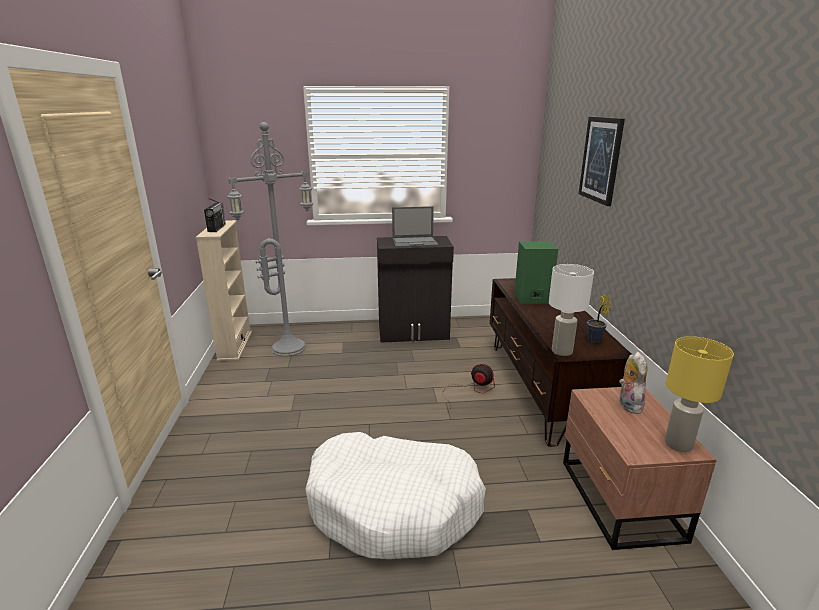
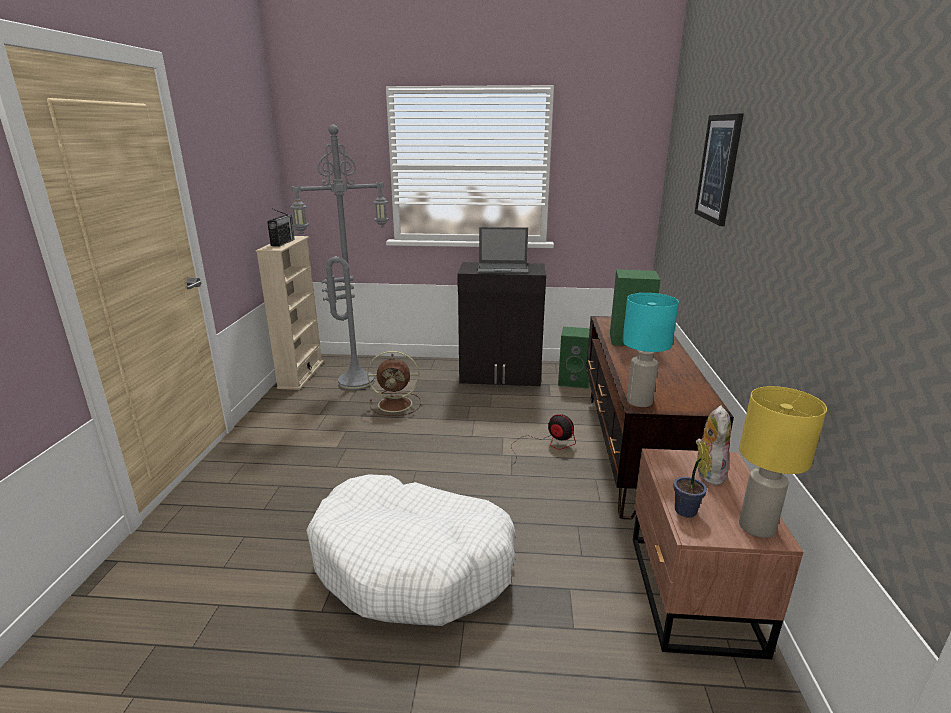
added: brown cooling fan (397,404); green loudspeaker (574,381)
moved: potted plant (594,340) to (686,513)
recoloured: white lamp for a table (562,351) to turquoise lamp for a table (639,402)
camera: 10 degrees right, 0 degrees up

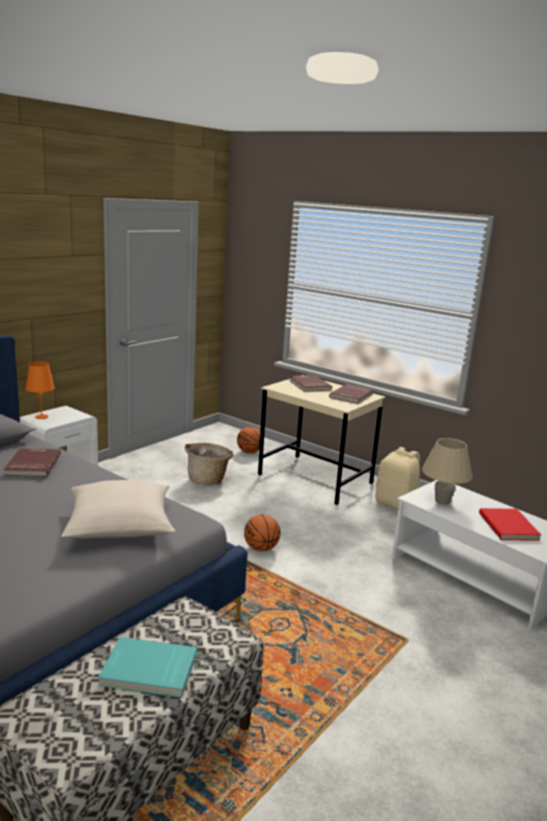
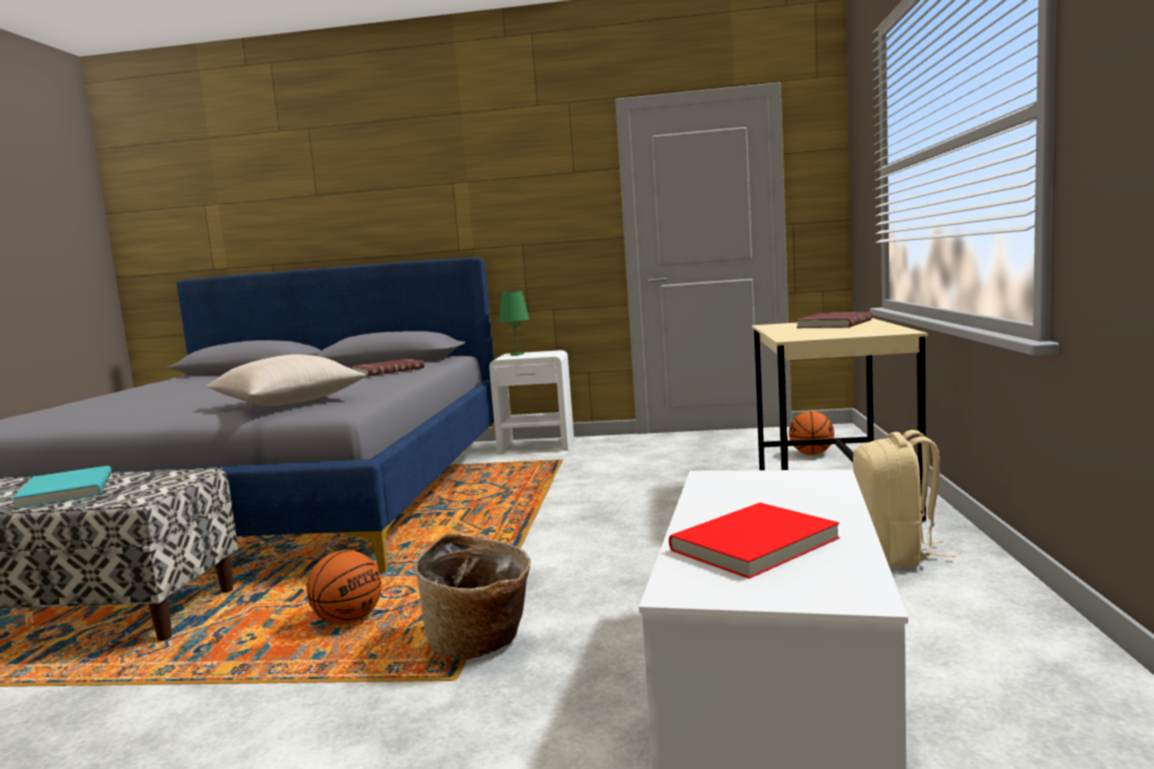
removed: reddish bound book (352,396); beige lamp for a table (442,501)
moved: household basket (208,479) to (481,642); ball for basketball (261,548) to (348,620)
recoloured: orange lamp for a table (41,417) to green lamp for a table (517,354)
camera: 60 degrees right, 10 degrees down

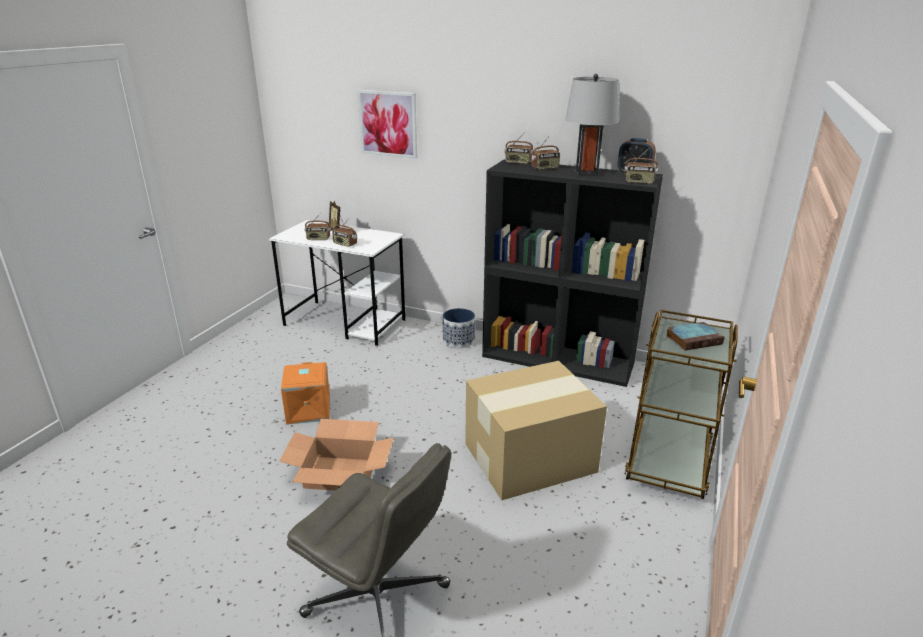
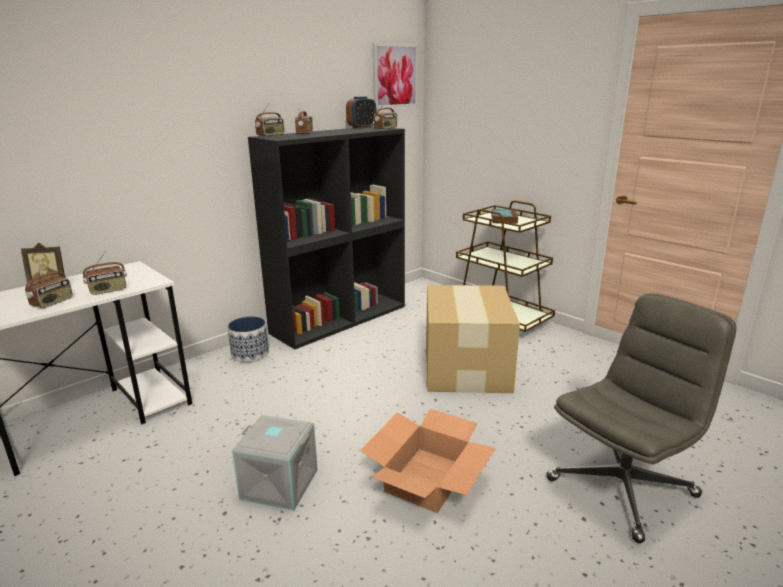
removed: greyish lamp for a table (586,173)
moved: picture (388,124) to (395,76)
recoloured: orange storage container (307,410) to greyish storage container (278,485)
camera: 65 degrees left, 5 degrees down

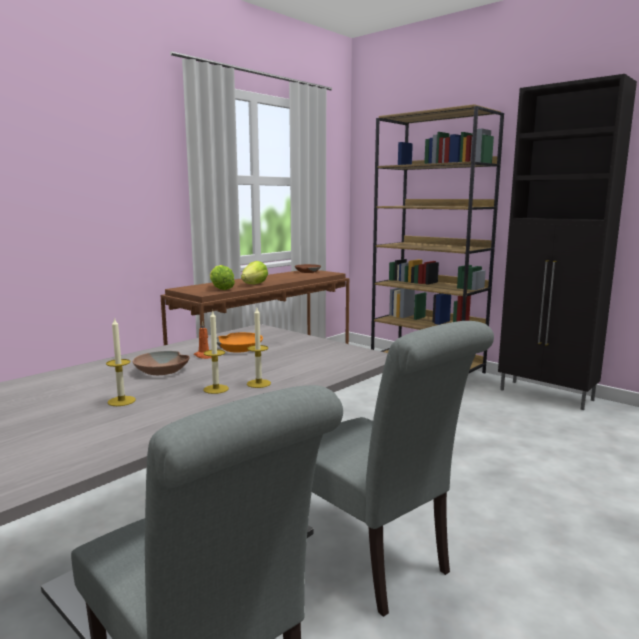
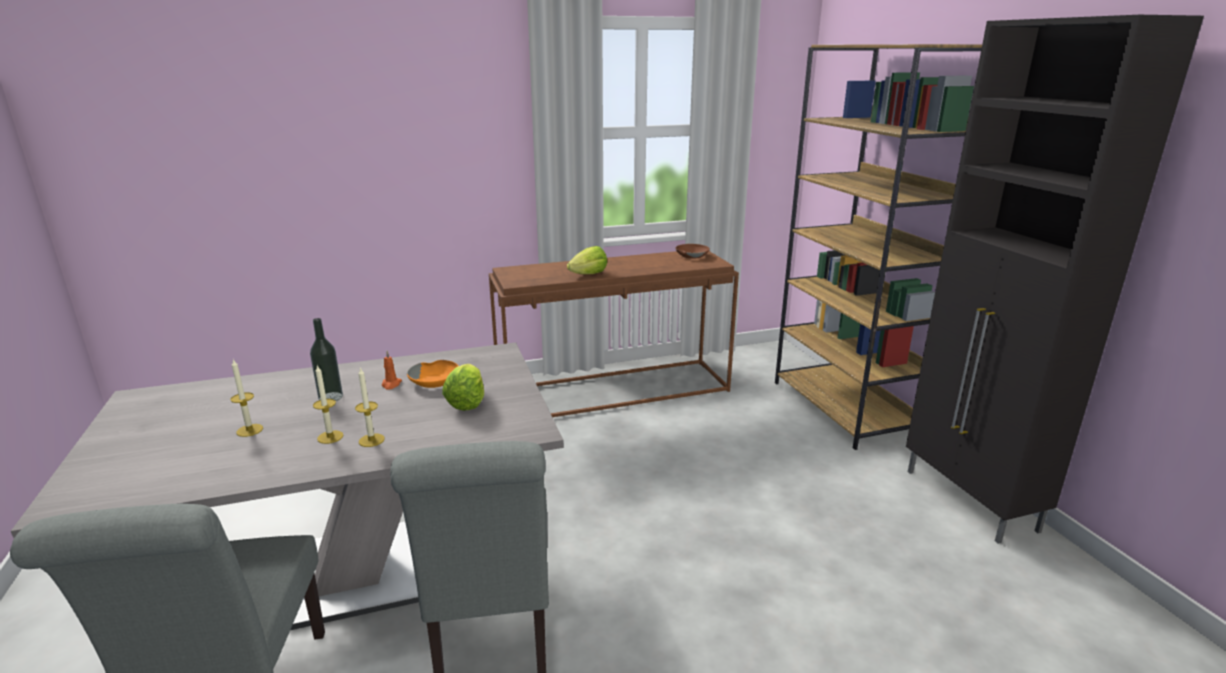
moved: lettuce head (220,289) to (467,402)
replaced: brown deep dish (162,371) to beverage bottle (330,397)
camera: 30 degrees right, 10 degrees up

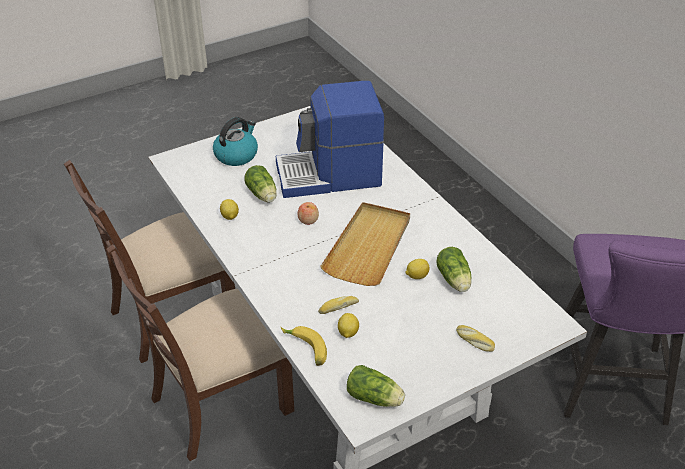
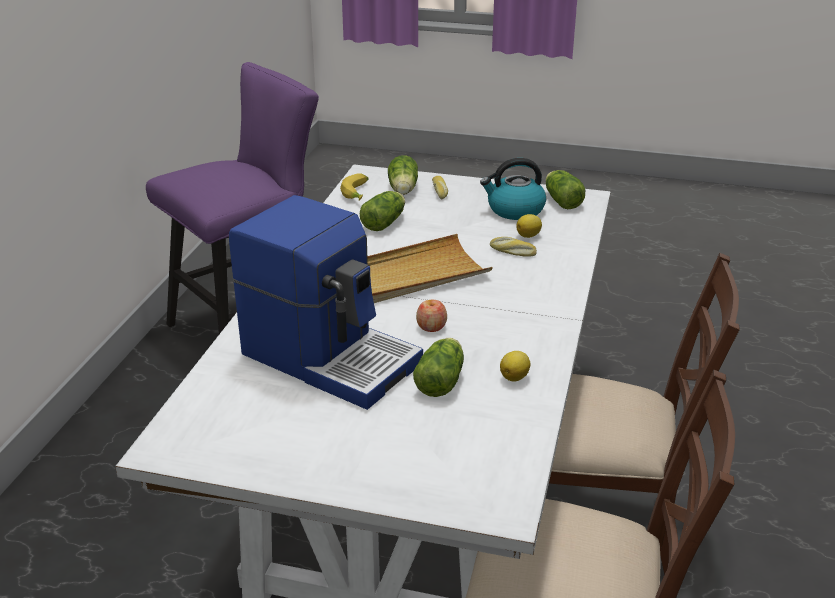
removed: whole lemon (416,276)
added: lettuce head (403,190)
moved: tea kettle (236,155) to (514,210); whole banana (305,349) to (358,194)
camera: 135 degrees left, 10 degrees down

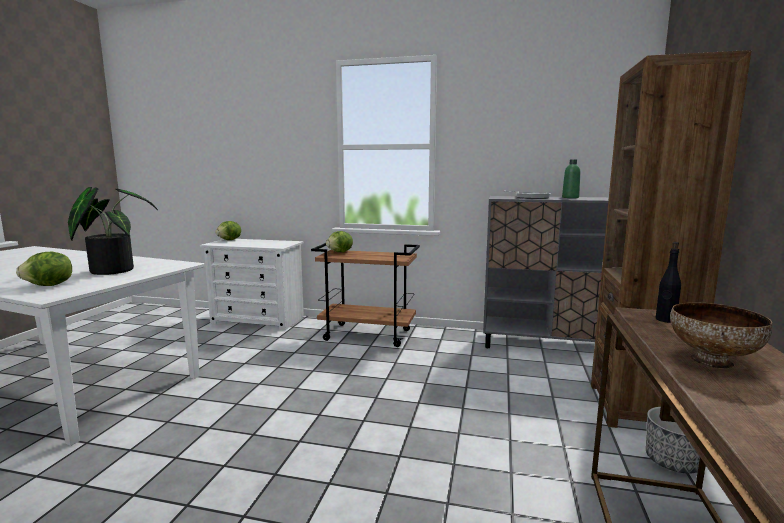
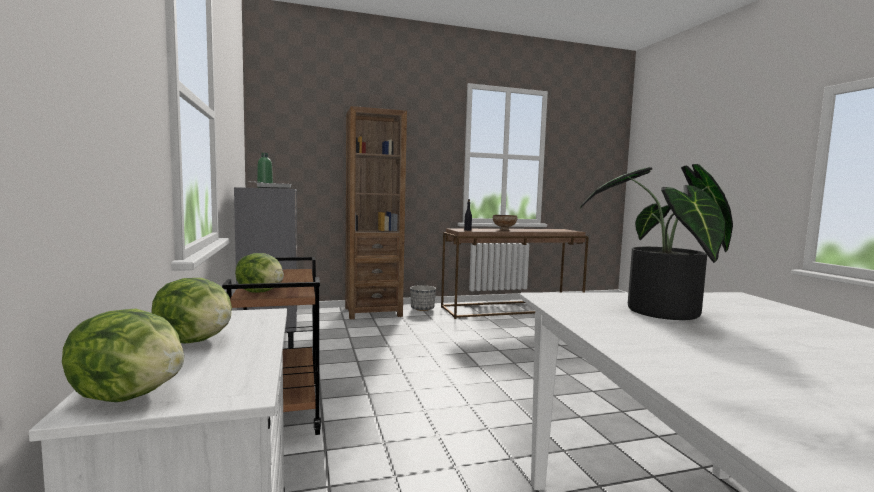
moved: lettuce head (49,286) to (196,340)
camera: 120 degrees left, 5 degrees down

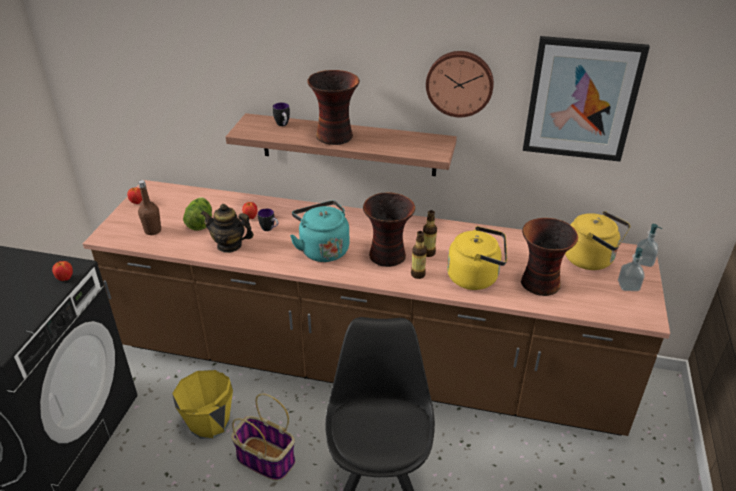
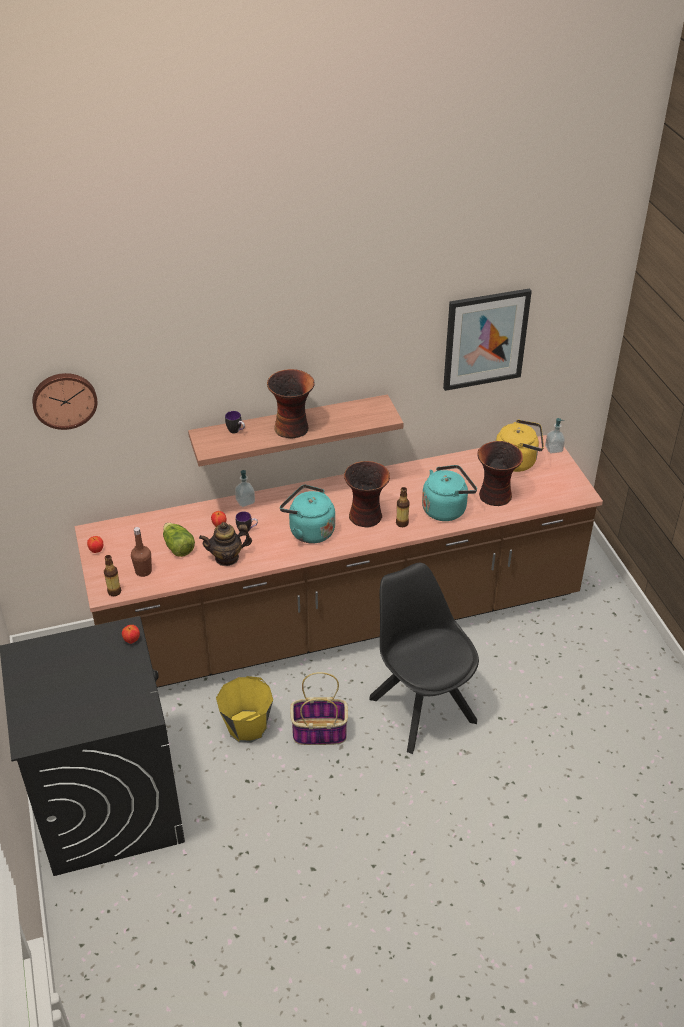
moved: beverage bottle (428,253) to (114,591); wall clock (460,83) to (64,399); soap bottle (628,286) to (245,501)
recoloured: yellowish tea kettle (476,277) to turquoise tea kettle (446,508)
camera: 30 degrees left, 5 degrees up

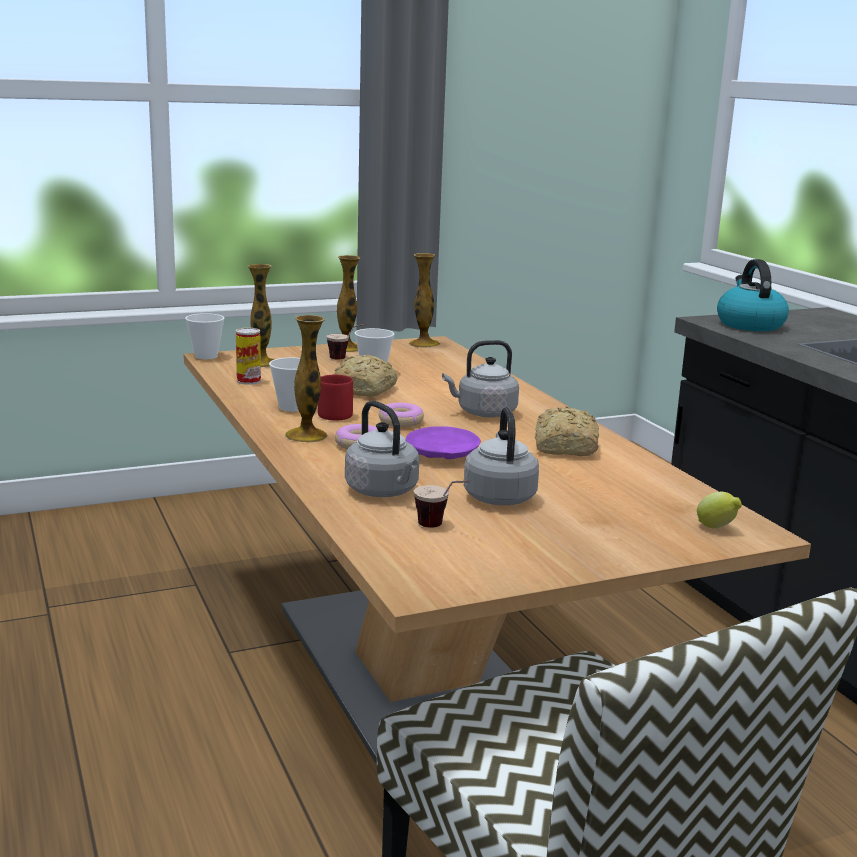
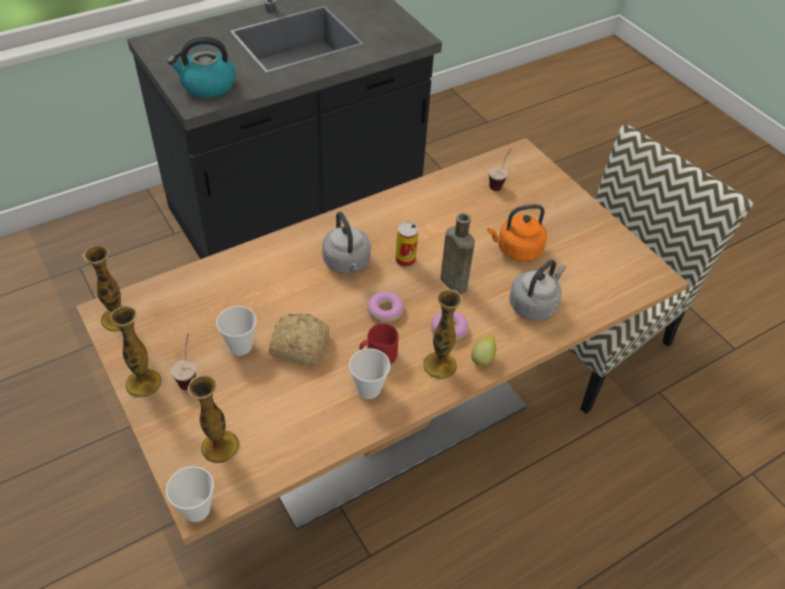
removed: bakery bread (565,448)
moved: metal can (248,381) to (405,260); cup (441,527) to (499,182); whole lemon (717,528) to (482,358)
replaced: purple dinner plate (442,454) to brown beverage bottle (452,281)
recoloured: greyish tea kettle (499,496) to orange tea kettle (516,250)
camera: 100 degrees left, 30 degrees up

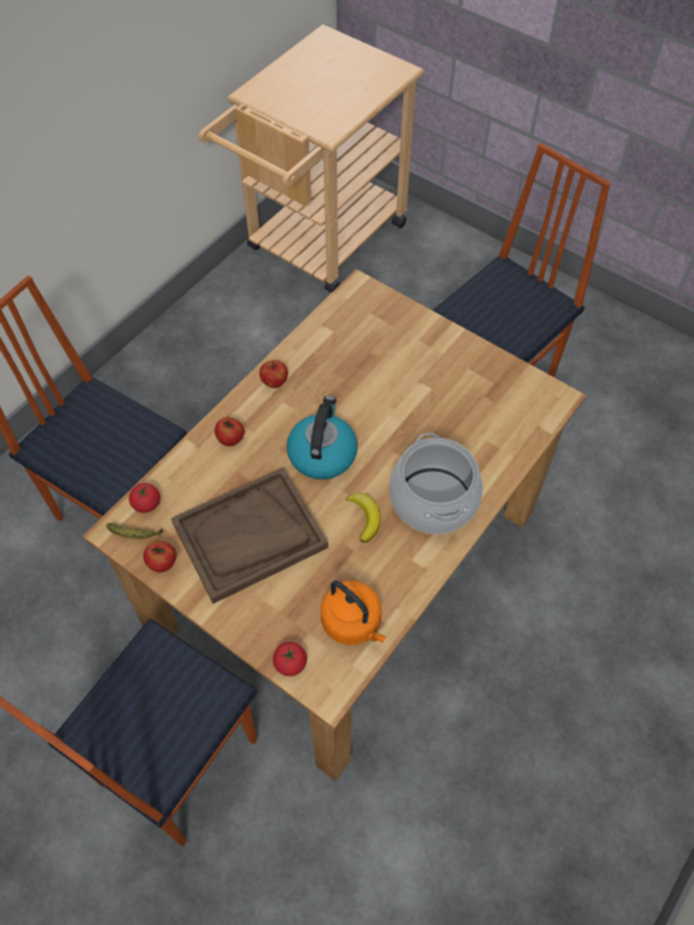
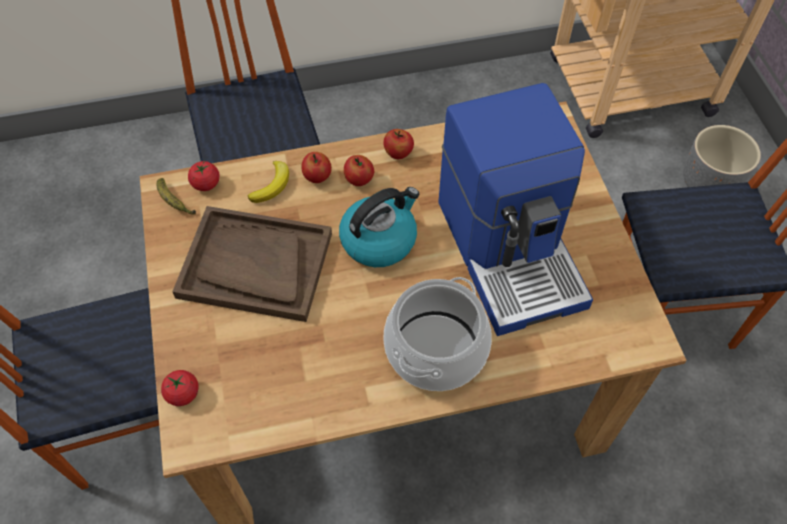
removed: orange tea kettle (353,623)
added: coffee brewer (511,250); greyish flower pot (709,184)
moved: apple fruit (162,563) to (359,180); whole banana (364,517) to (272,185)
camera: 40 degrees right, 0 degrees up

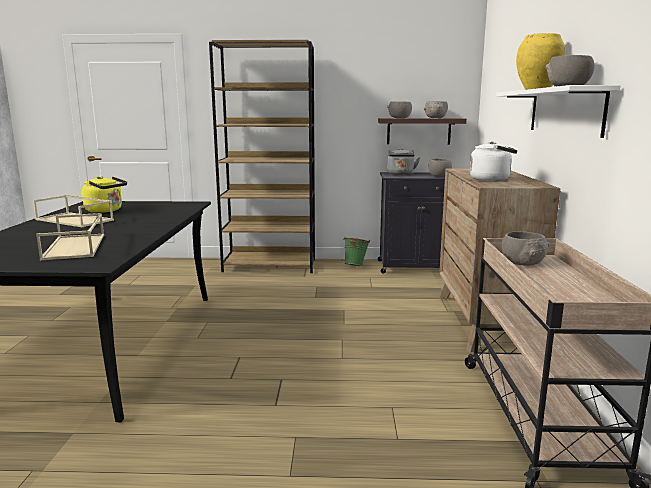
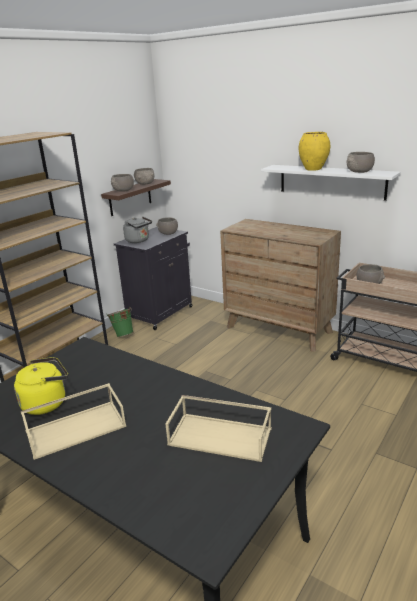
removed: white tea kettle (492,179)
camera: 55 degrees left, 10 degrees up

